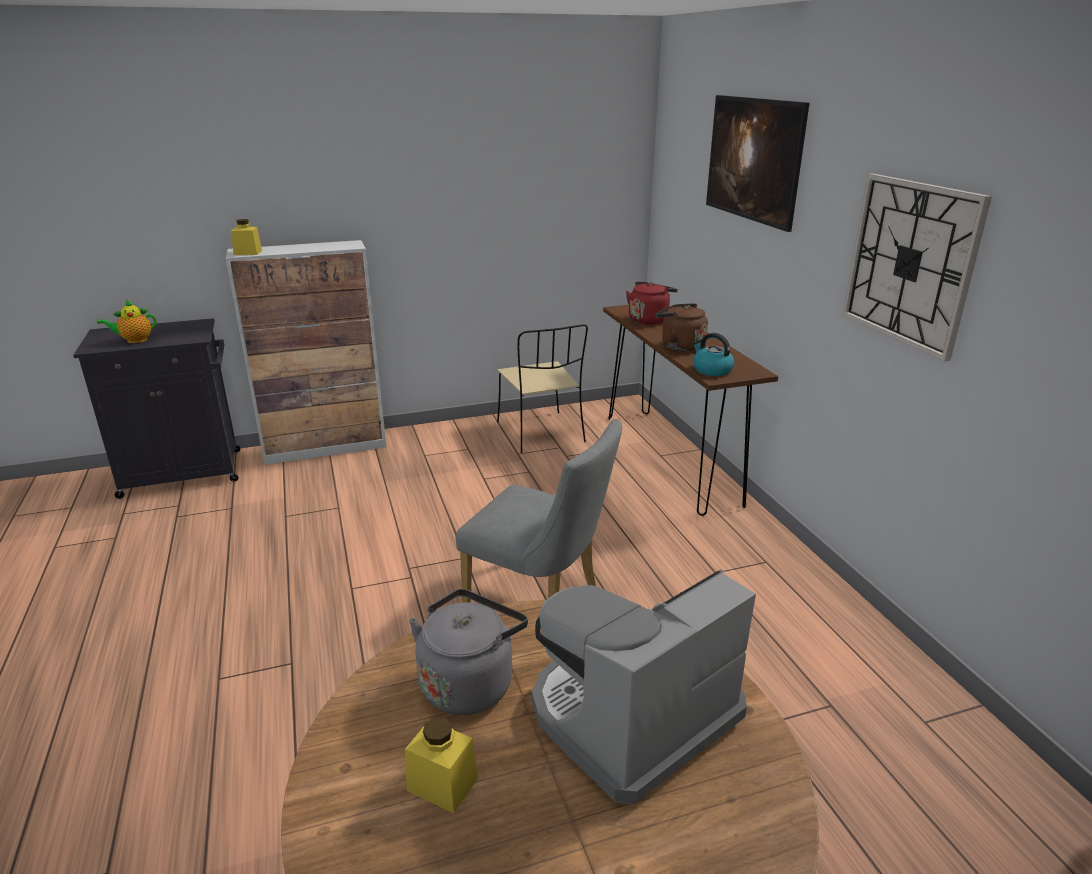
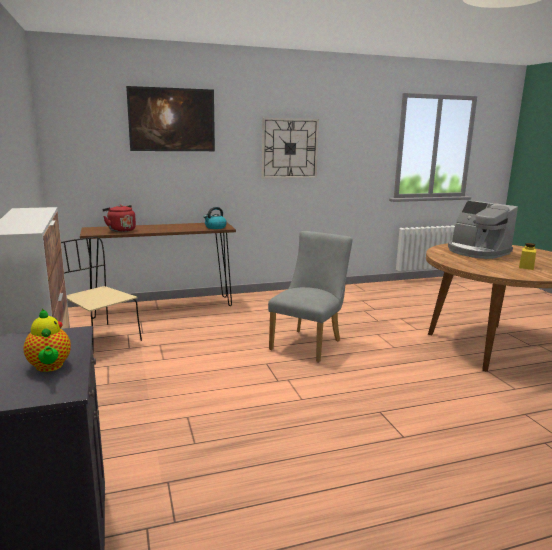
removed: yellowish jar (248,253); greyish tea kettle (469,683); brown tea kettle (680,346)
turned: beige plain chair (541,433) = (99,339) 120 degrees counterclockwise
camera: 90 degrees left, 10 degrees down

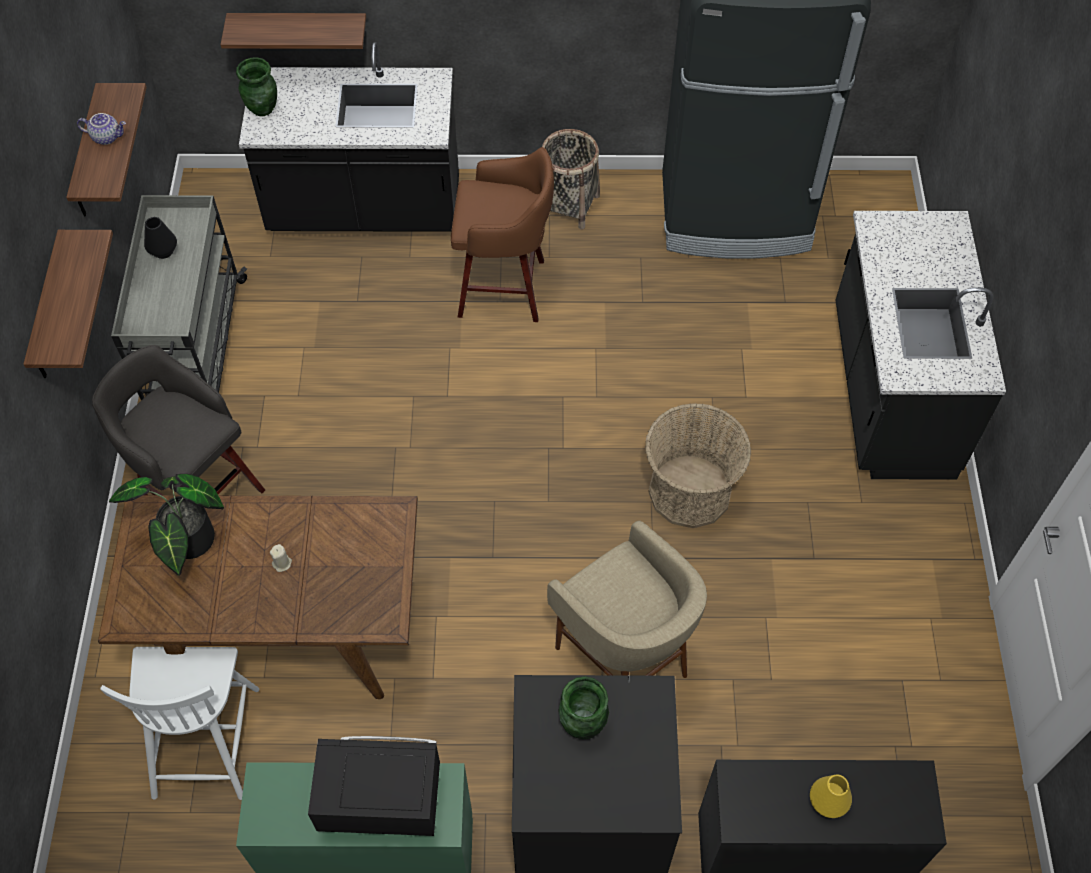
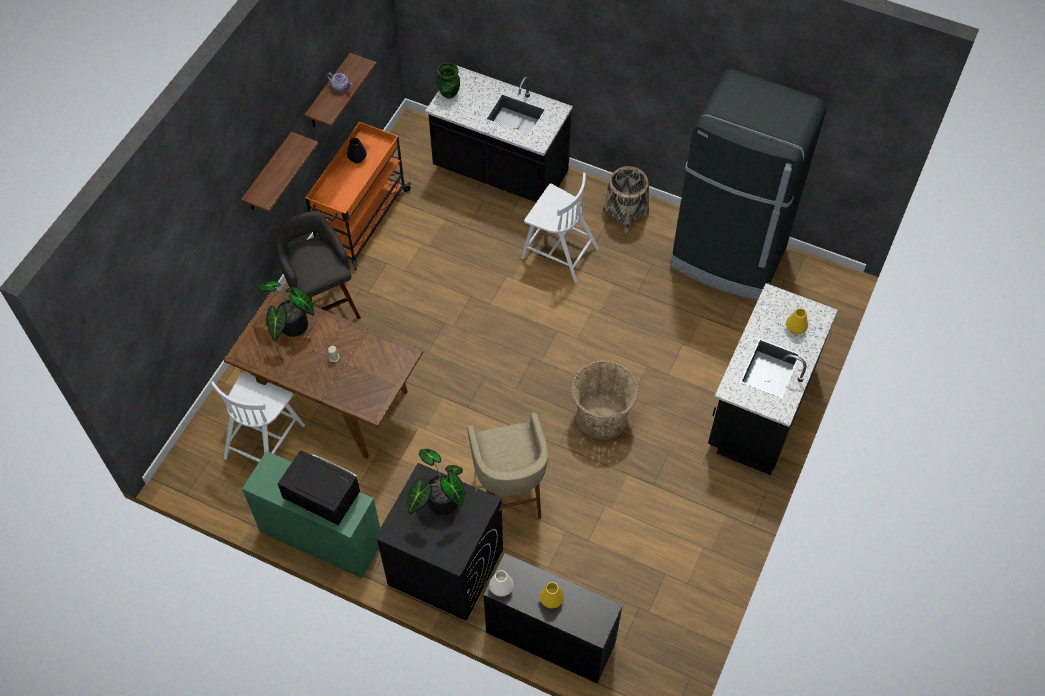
removed: bracket shelf (299,29)
added: white decorative vase (501,588); yellowish decorative vase (795,328)
replaced: brown stool seat (505,289) to white plain chair (558,252); green decorative vase (583,724) to potted plant (439,502)
recoloured: greyish cart (196,351) to orange cart (361,222)
camera: 25 degrees right, 0 degrees up

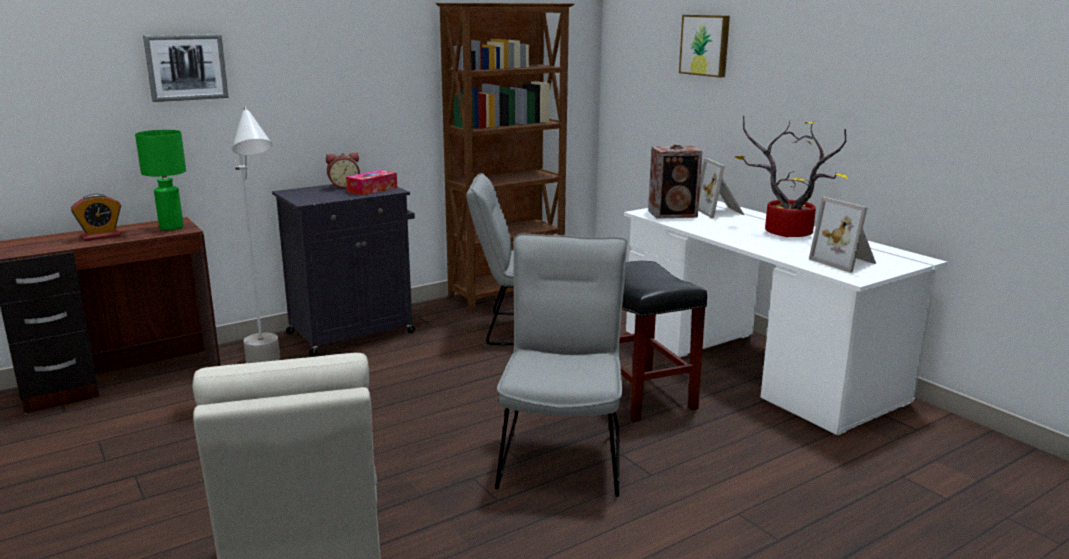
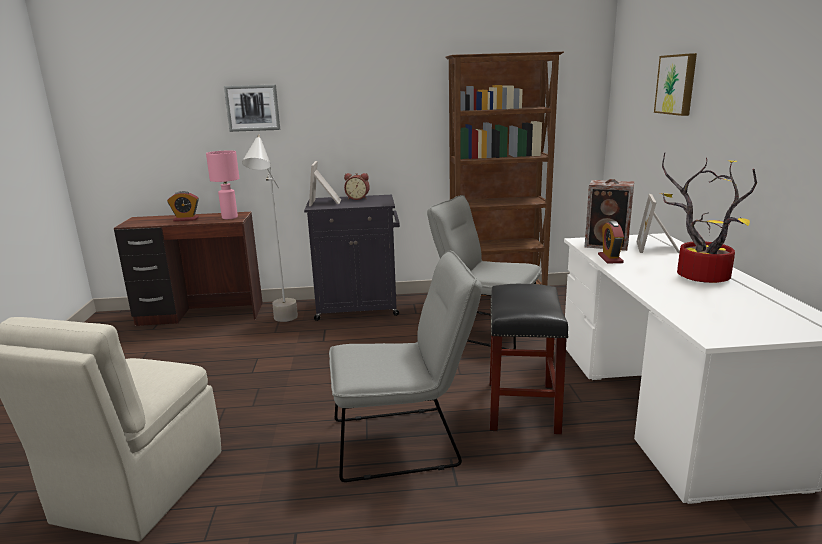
removed: tissue box (372,189)
added: bedside clock (610,259)
moved: photo frame (845,262) to (326,202)
recoloured: green lamp for a table (171,227) to pinkish lamp for a table (229,217)
turned: greyish plain chair (562,452) = (405,441) 45 degrees clockwise
camera: 30 degrees right, 0 degrees up

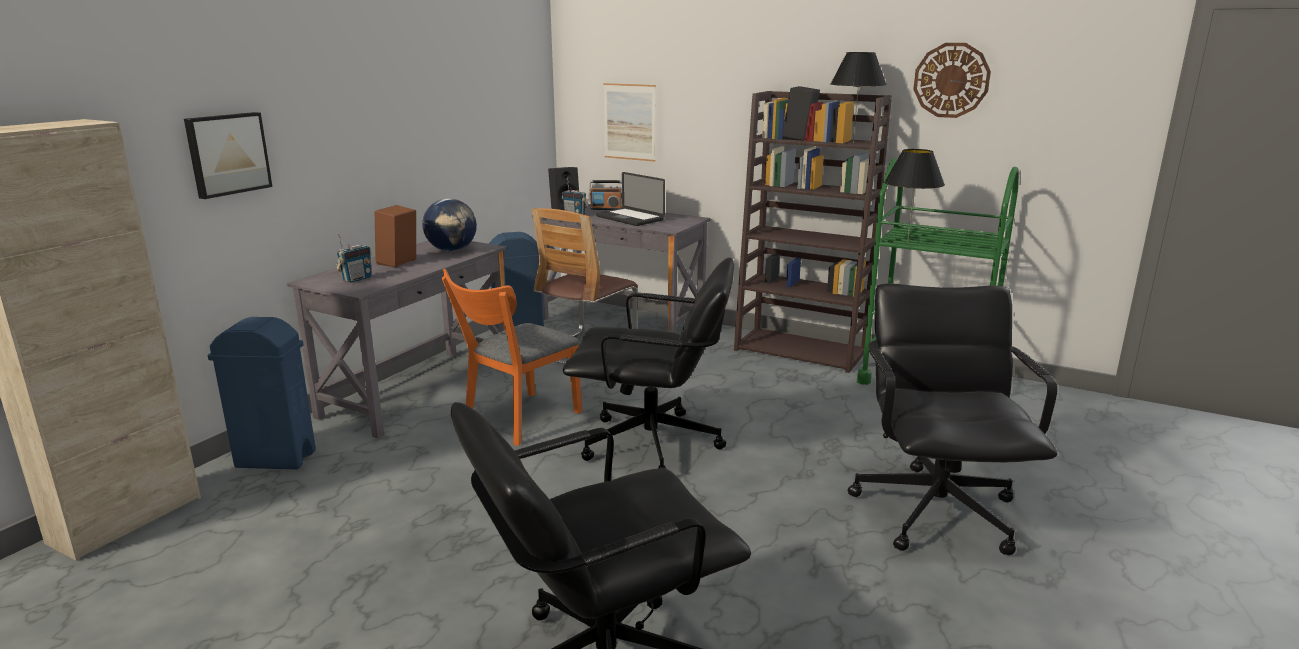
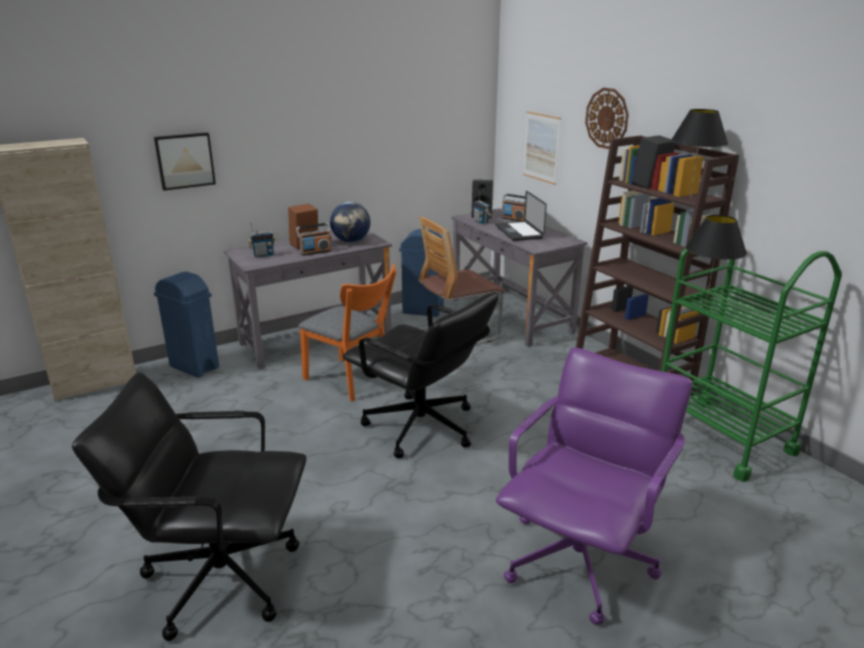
added: radio (315,252)
moved: wall clock (951,80) to (607,118)
recoloured: black-coloured computer chair (937,511) to purple computer chair (580,561)
turned: orange plain chair (517,421) = (352,380) 120 degrees counterclockwise
camera: 30 degrees right, 5 degrees up

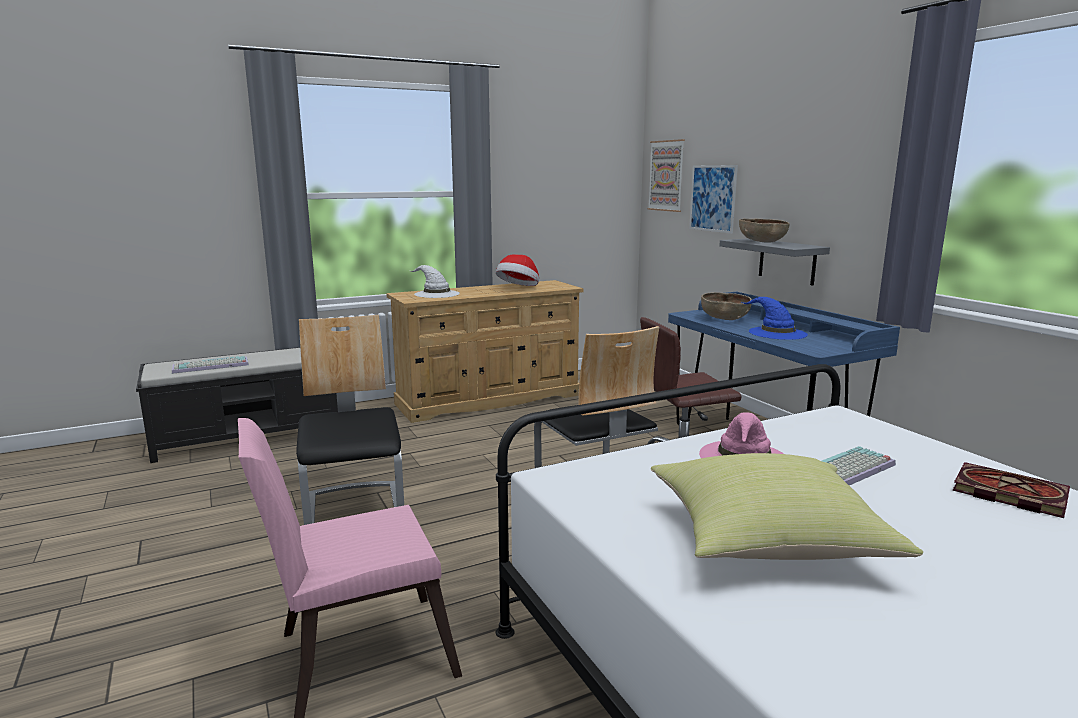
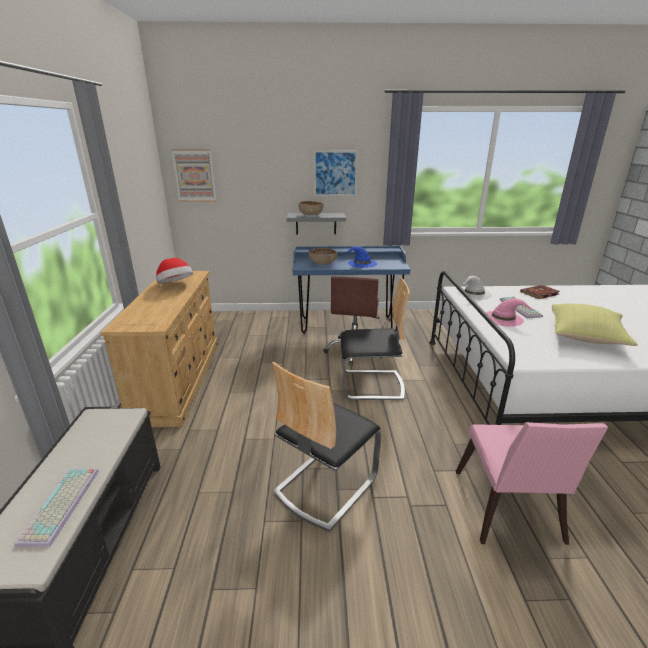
moved: white clothing hat (436,294) to (474,293); picture (712,198) to (335,173)
turned: plain chair (355,509) = (325,484) 60 degrees counterclockwise
camera: 65 degrees left, 10 degrees up

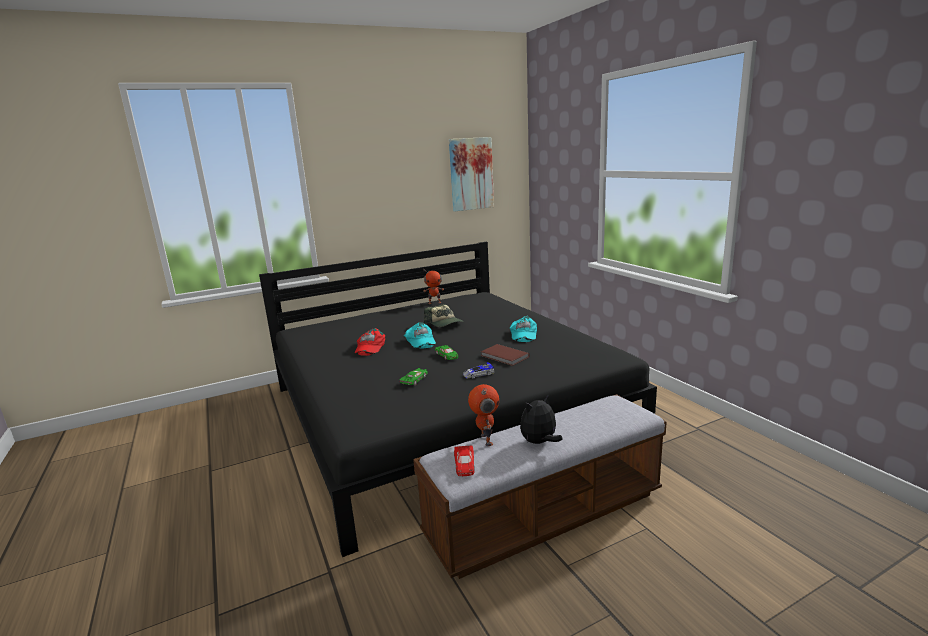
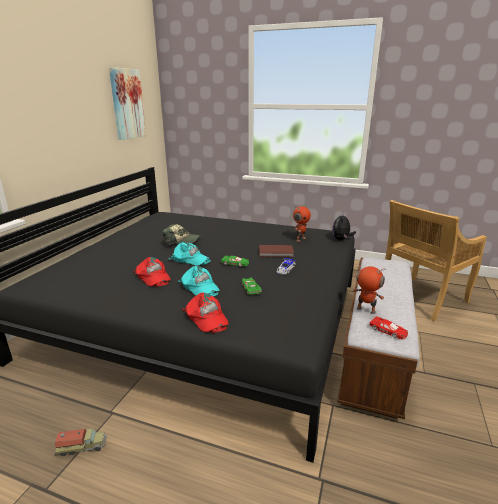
added: model truck (82,447); reddish baseball cap (206,318); beige plain chair (421,298)
moved: toy robot (434,302) to (300,239); turquoise baseball cap (523,334) to (199,287); cuddly toy (539,442) to (341,239)
camera: 45 degrees left, 5 degrees up

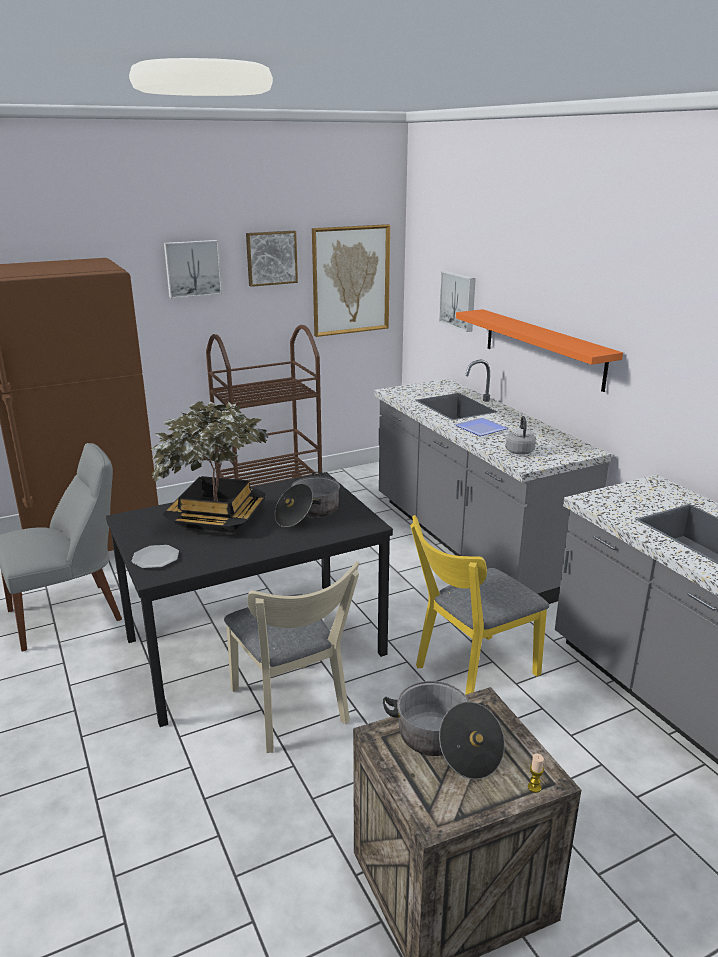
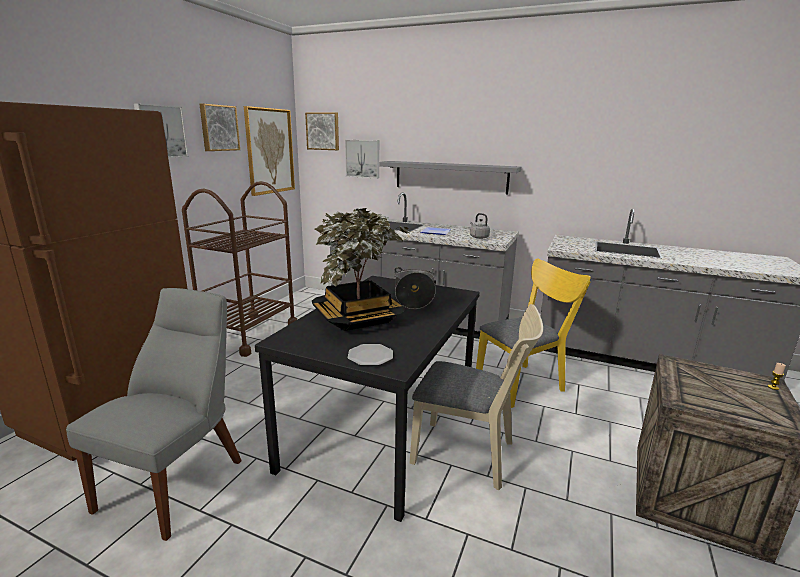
removed: stockpot (445,744)
added: picture (323,131)
recoloured: orange bracket shelf (543,348) to greyish bracket shelf (450,177)
turned: yellowish plain chair (470,673) = (524,383) 135 degrees counterclockwise
camera: 40 degrees left, 5 degrees down

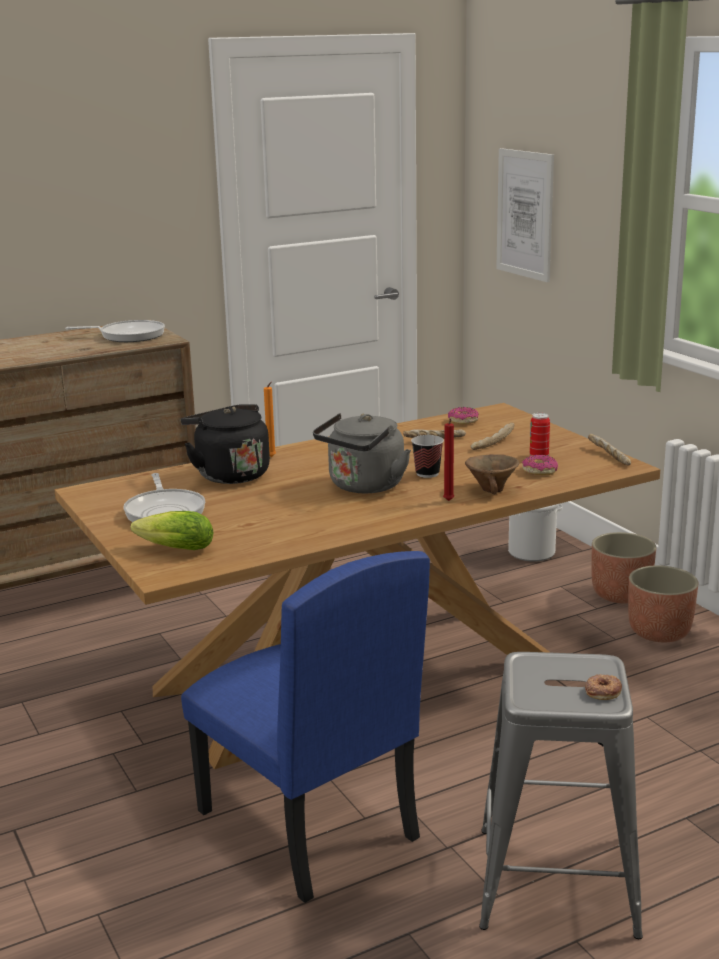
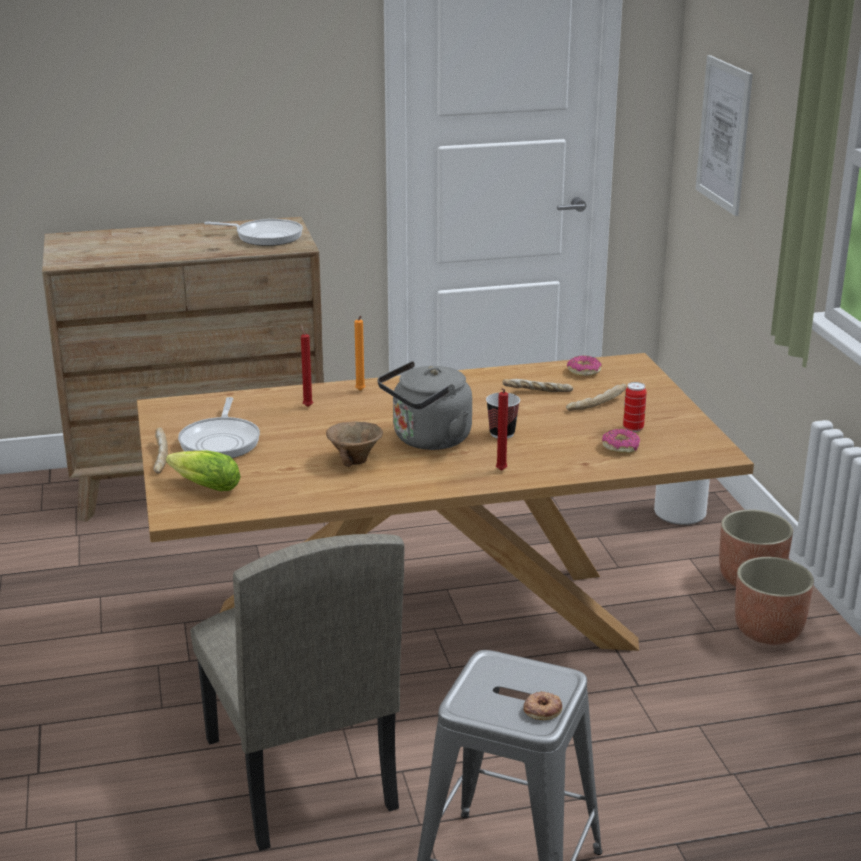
moved: brown deep dish (492,490) to (355,461); bakery bread (608,456) to (159,458)
replaced: black-coloured tea kettle (229,474) to reddish candle (307,406)
recoloured: blue-coloured plain chair (306,825) to beige plain chair (298,773)
camera: 15 degrees right, 5 degrees up

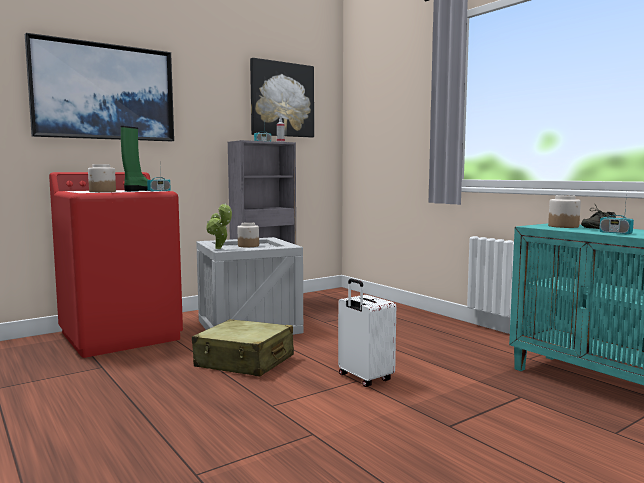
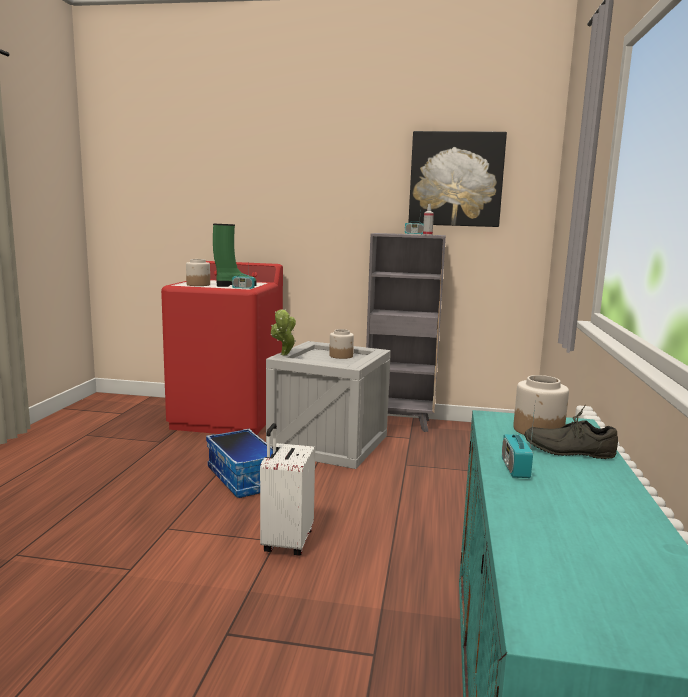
removed: picture (104,92)
replaced: beige travel case (244,362) to storage container (244,478)
camera: 45 degrees right, 5 degrees up

